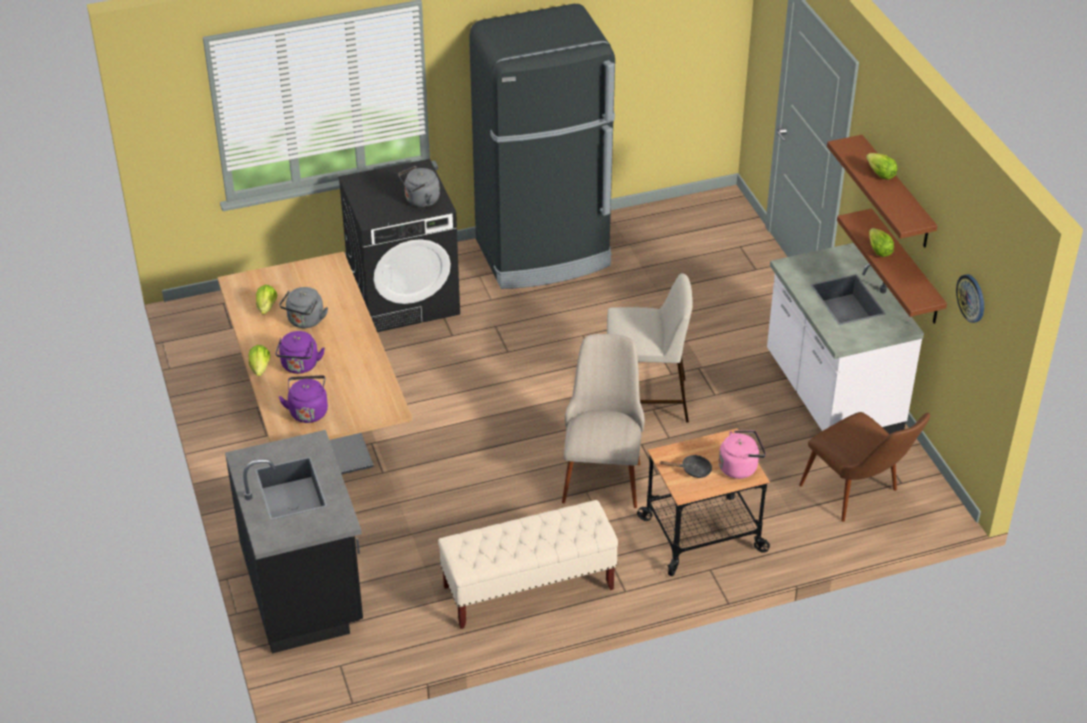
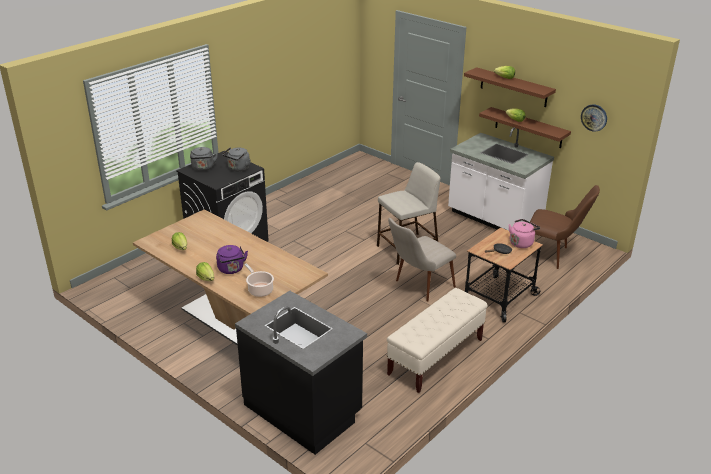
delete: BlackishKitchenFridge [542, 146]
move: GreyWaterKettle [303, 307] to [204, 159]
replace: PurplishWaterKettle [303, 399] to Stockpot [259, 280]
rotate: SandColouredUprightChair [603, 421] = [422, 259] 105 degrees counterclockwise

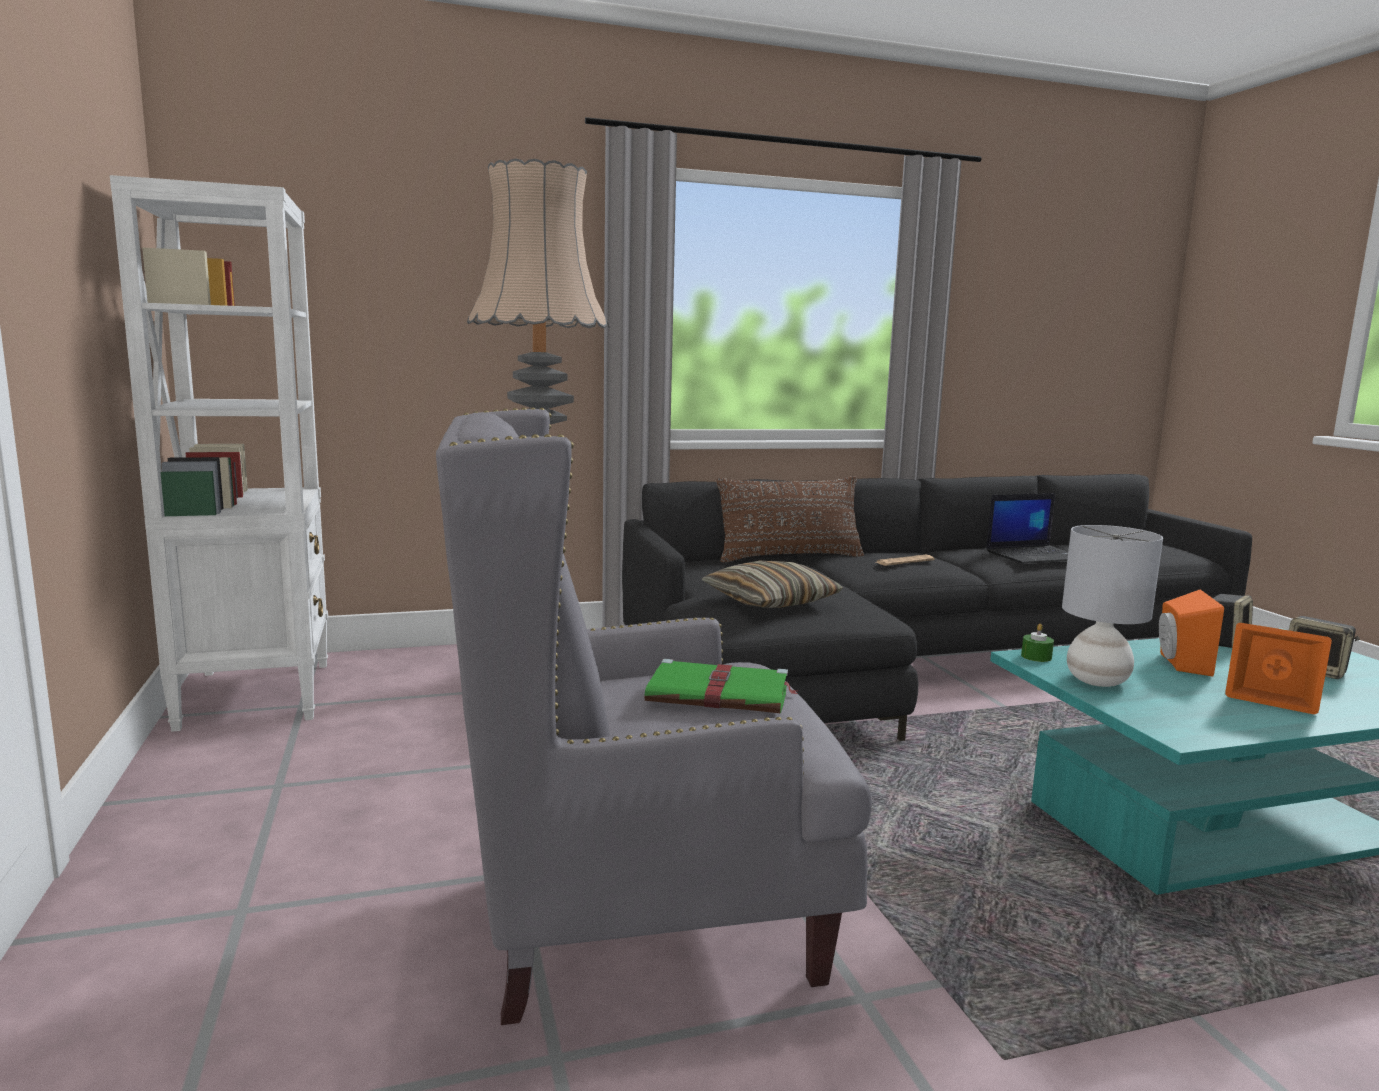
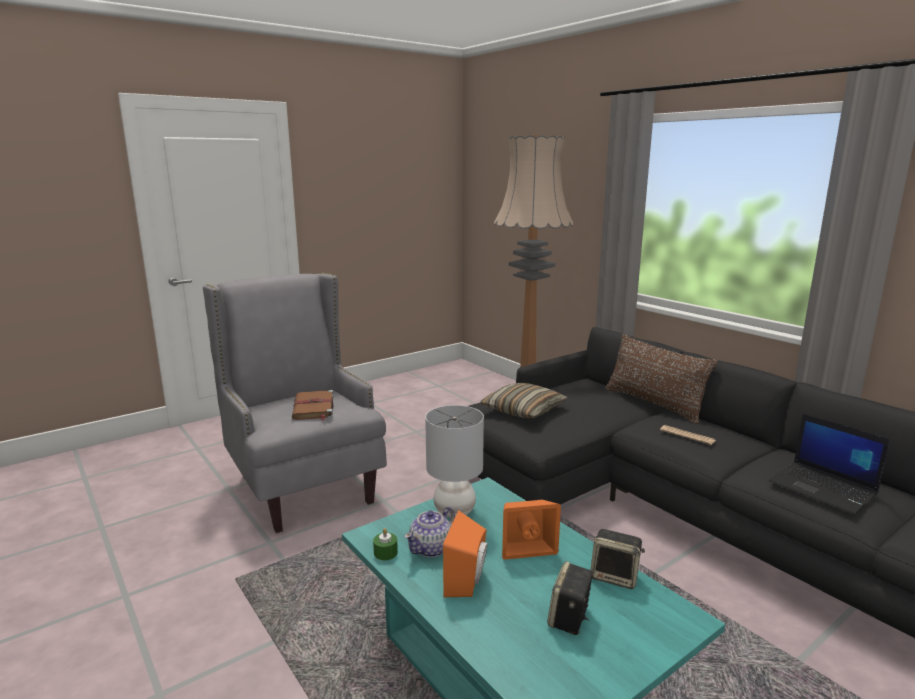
delete: WhiteColouredBookshelf [219, 453]
insert: PotForTea [429, 532]
move: GreenishCandle [1037, 643] to [385, 544]
recolor: GreenishBoundBook [720, 686] to BrownBoundBook [313, 405]

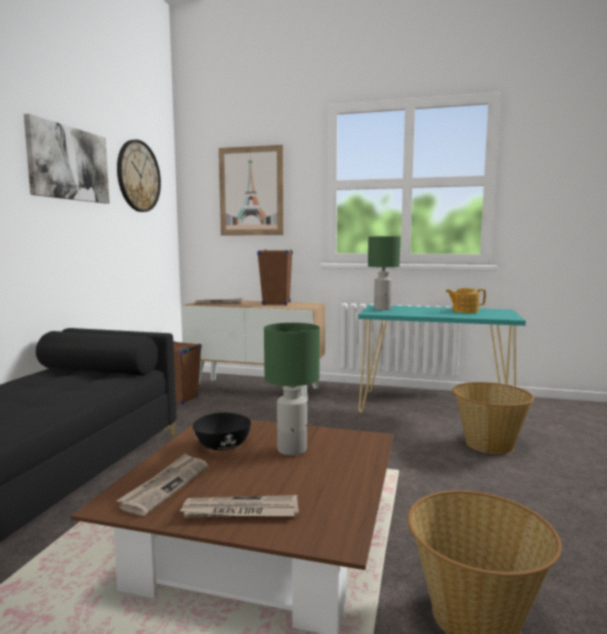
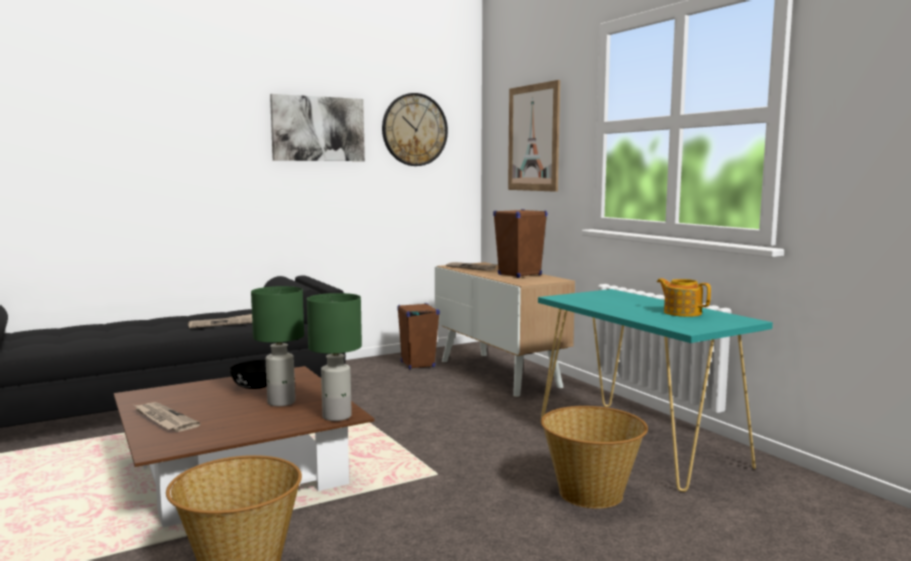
move: Newspaper [162, 484] to [220, 321]; GreenishTabletopLamp [384, 273] to [334, 357]

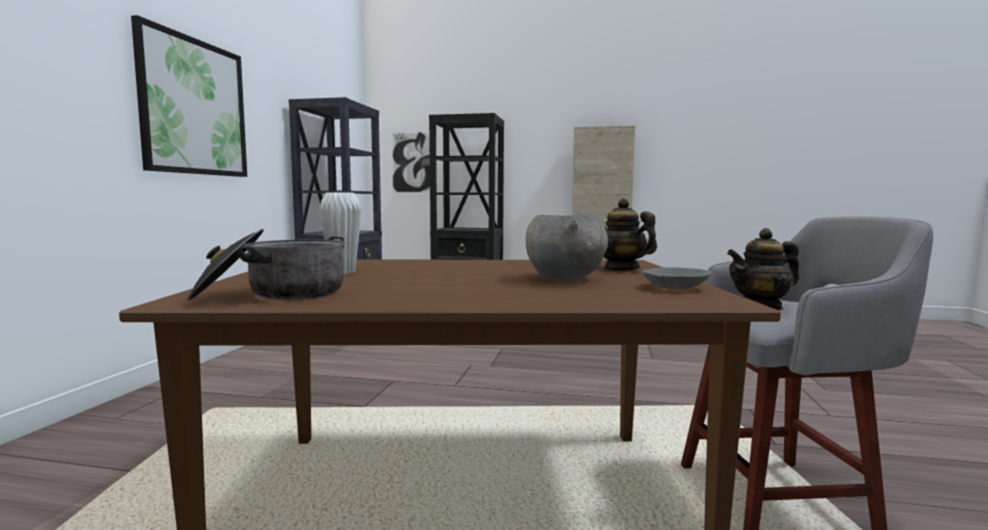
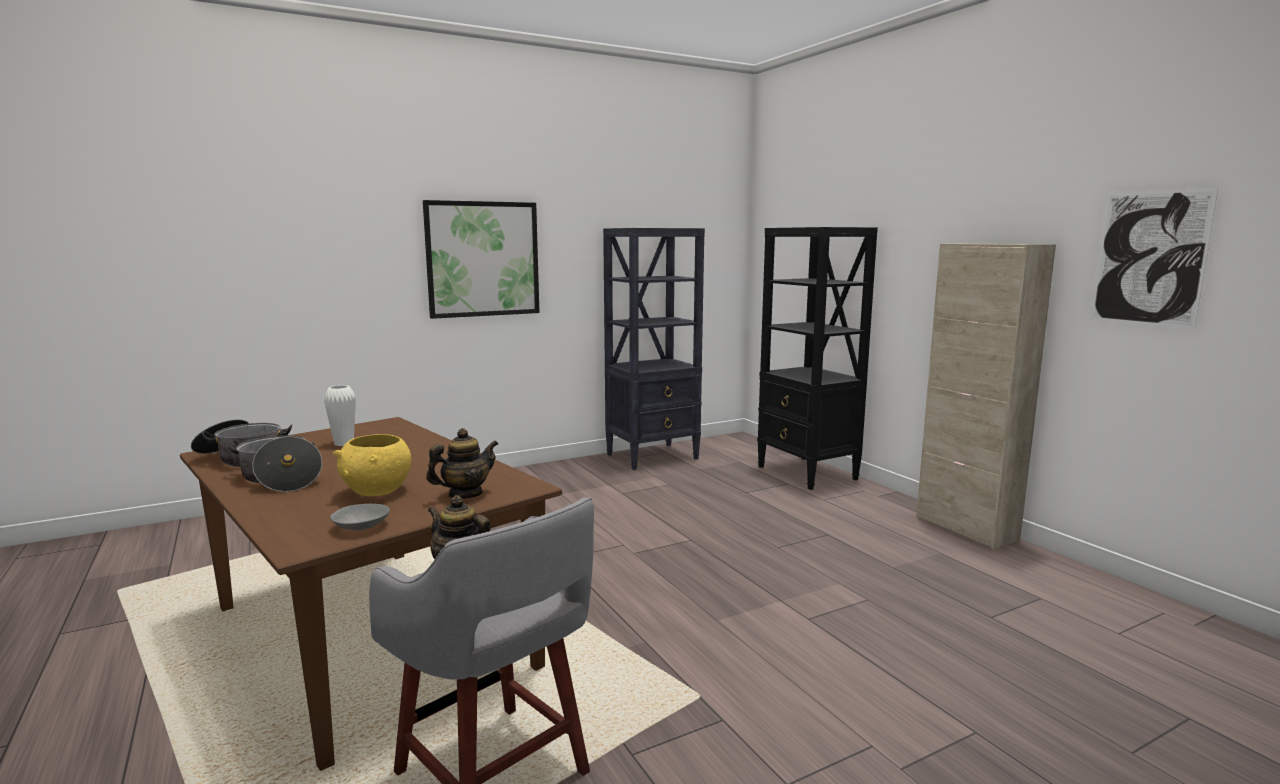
insert: Stockpot [275, 463]
move: Picture [410, 162] to [1154, 258]
recolor: GreyServingBowl [567, 247] to YellowColouredServingBowl [372, 465]
rotate: PotForTea [630, 234] = [462, 463] 45 degrees clockwise

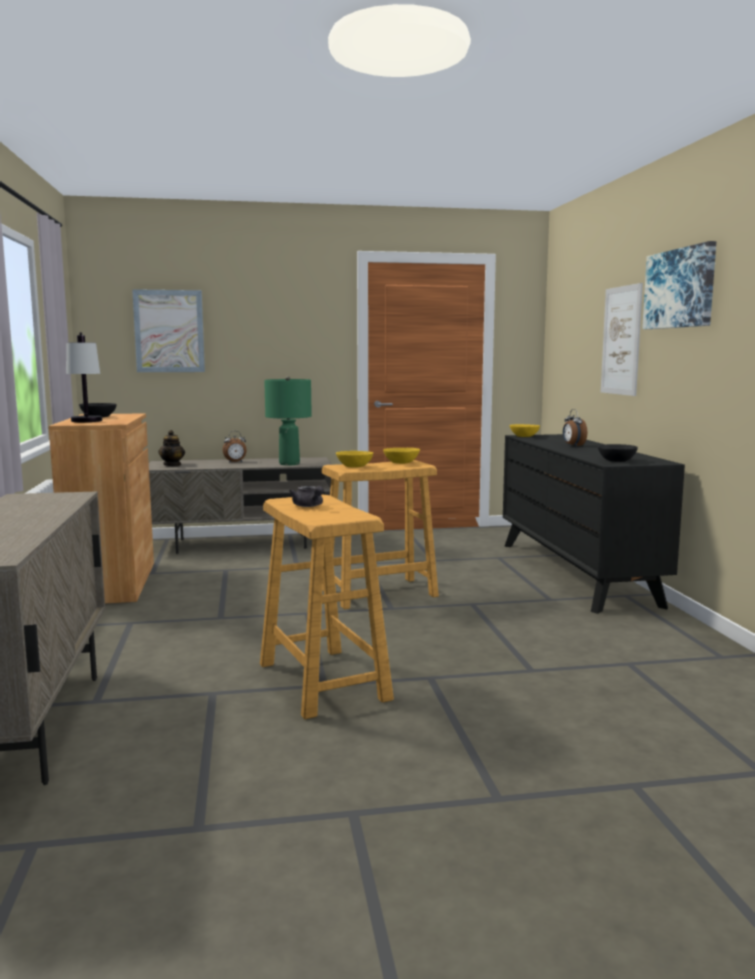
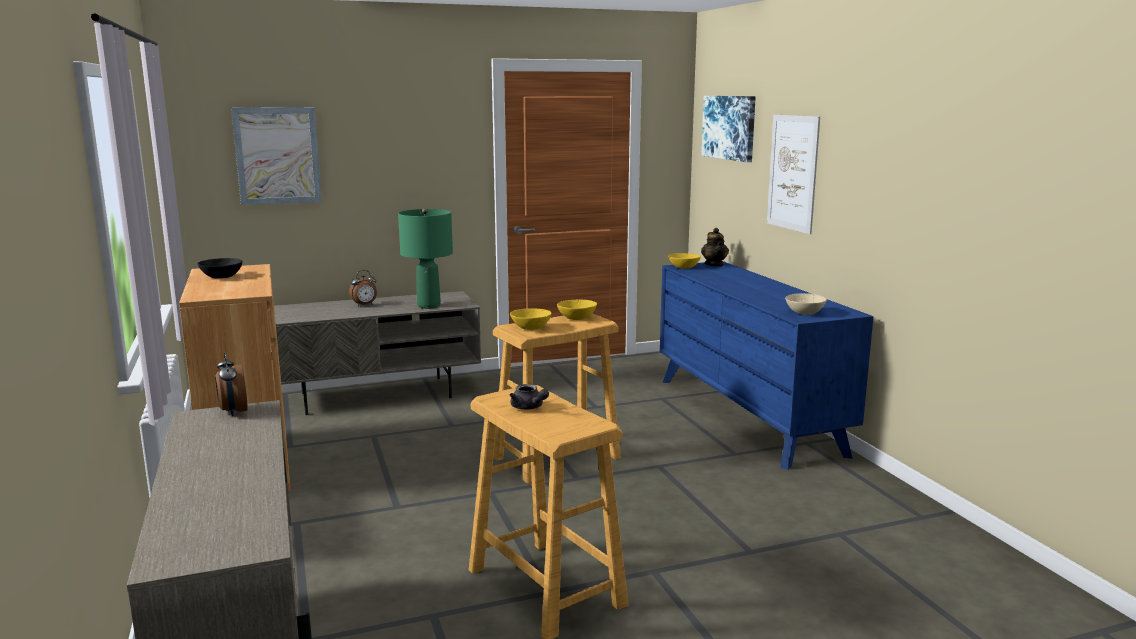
delete: TabletopLamp [84, 377]
move: PotForTea [171, 448] to [715, 247]; AlarmClock [575, 428] to [231, 383]; Picture [679, 285] to [728, 129]
recolor: BlackishDrawerChest [594, 524] to BlueDrawerChest [767, 365]; BlackishServingBowl [618, 453] to SandColouredServingBowl [806, 304]

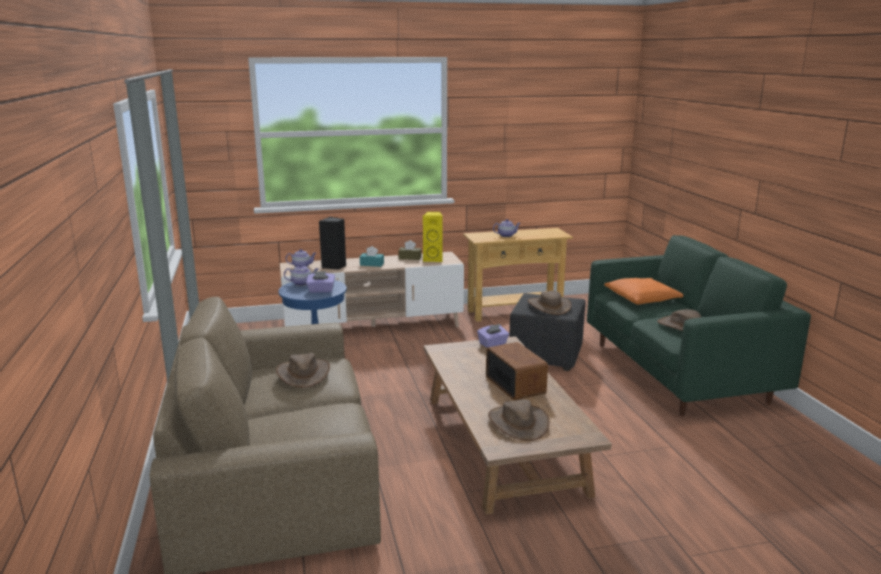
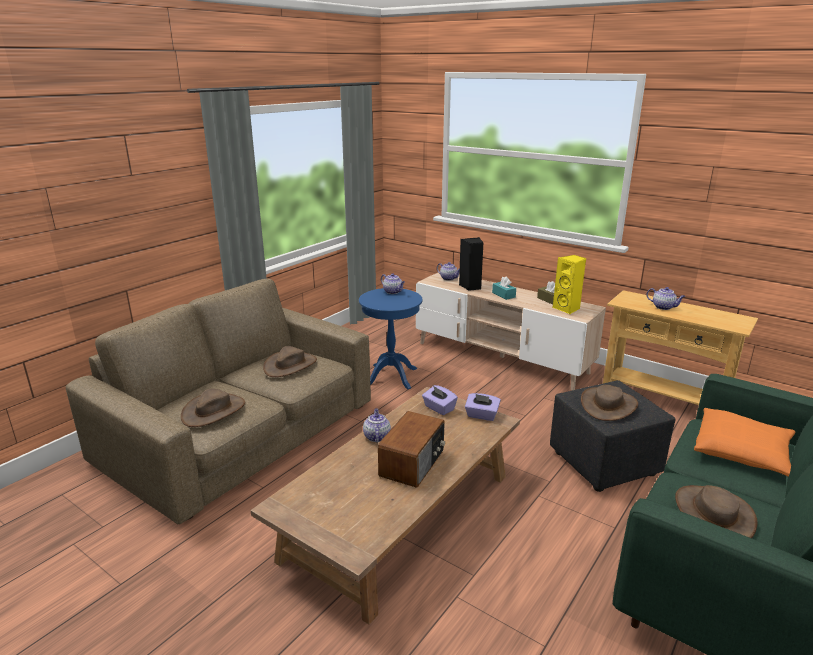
insert: PotForTea [377, 425]
move: PurplishTissueHolder [320, 282] to [440, 400]; BrownClothingHat [518, 420] to [213, 408]

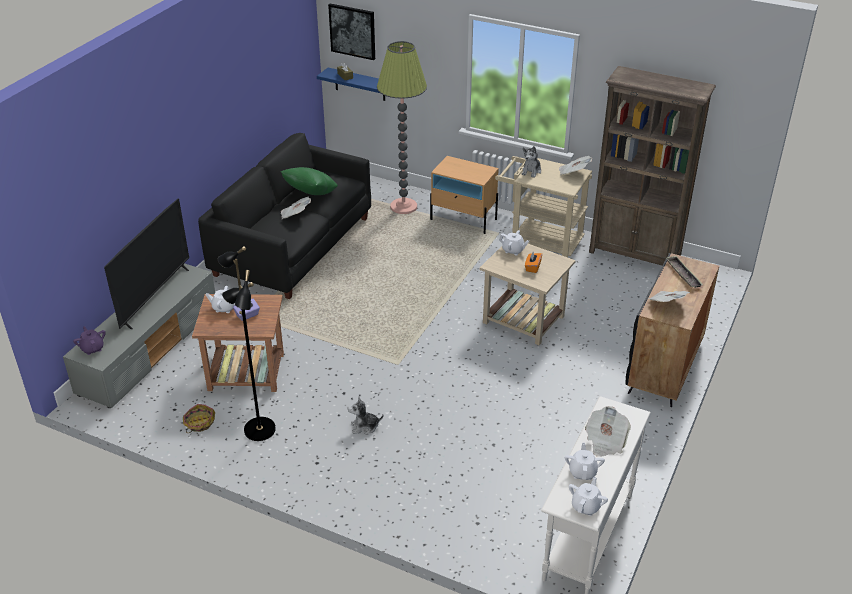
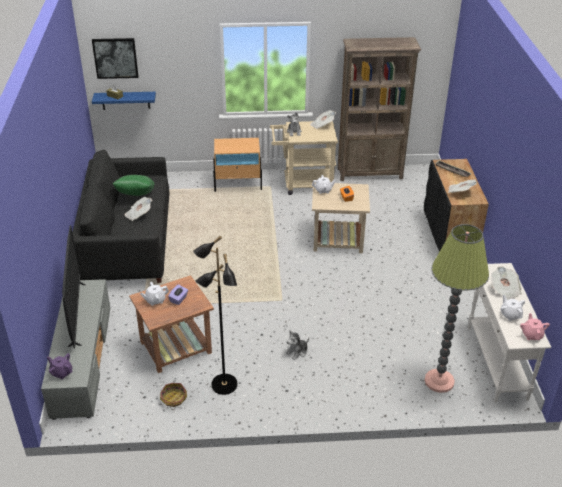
move: StandardLamp [402, 127] to [456, 308]
recolor: WhiteColouredPotForTea [588, 496] to PinkPotForTea [535, 326]

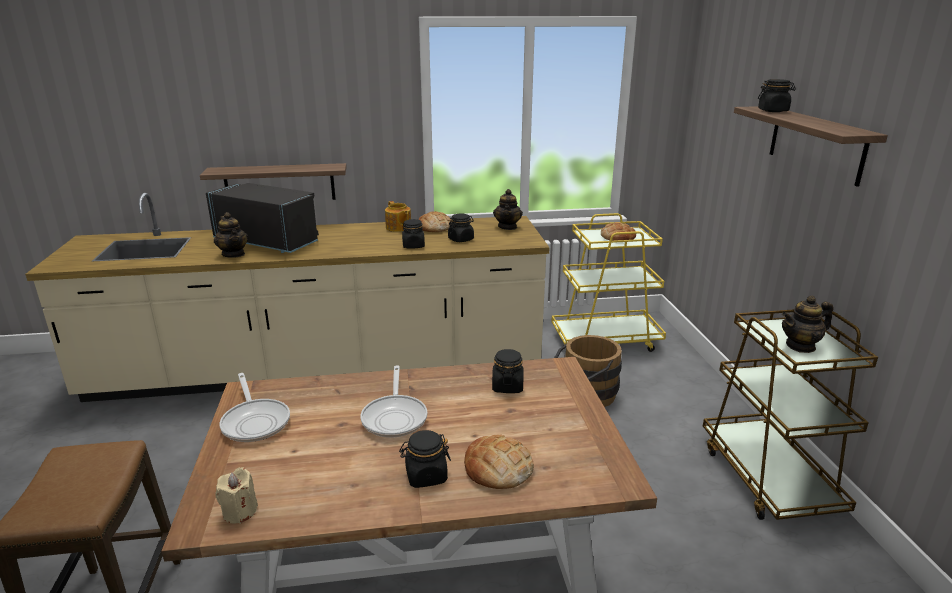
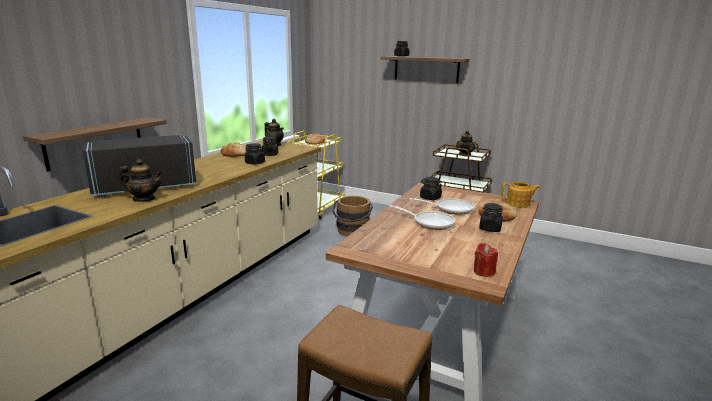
move: Skillet [254, 407] to [442, 206]; PotForTea [398, 216] to [520, 195]
recolor: SandColouredCandle [237, 495] to RedColouredCandle [486, 260]

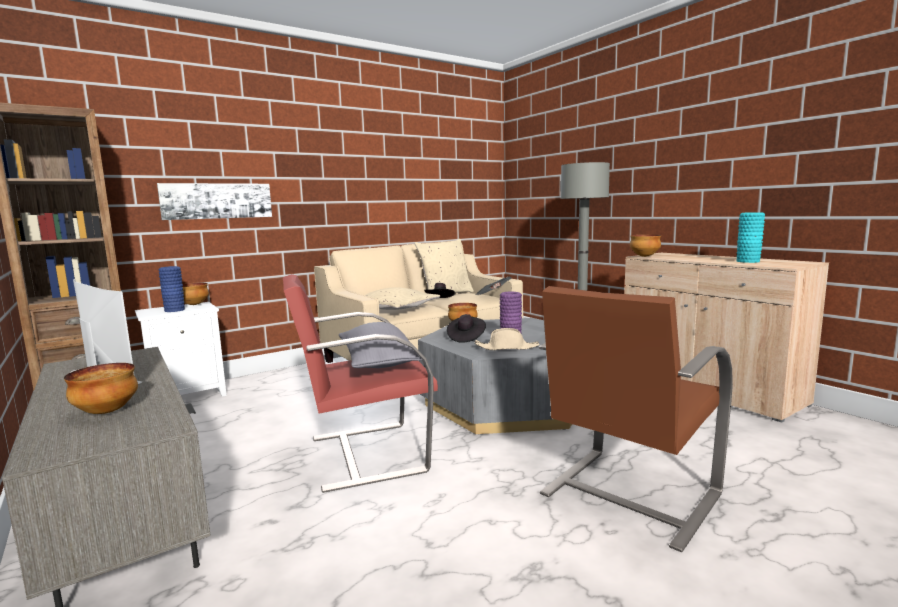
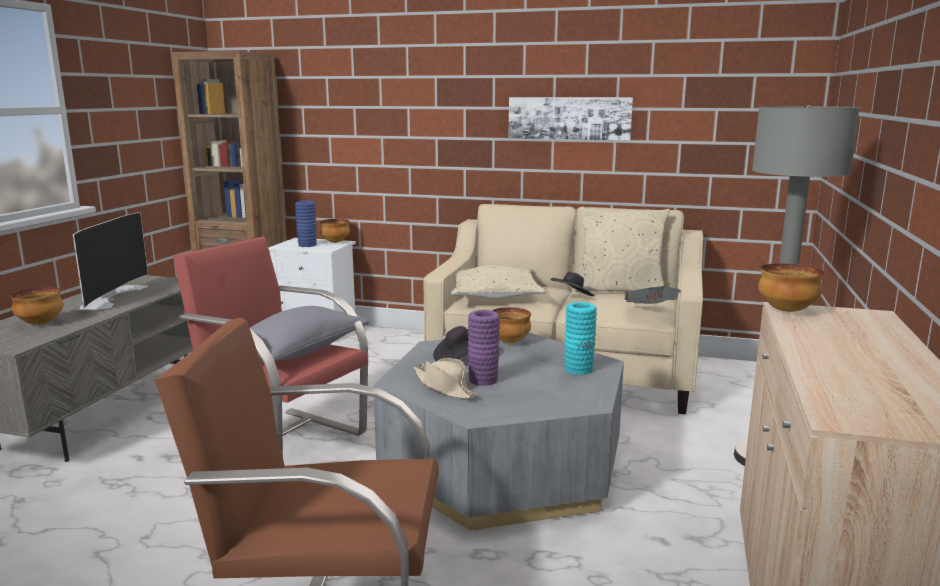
move: Picture [214, 201] to [571, 118]; TurquoiseColouredDecorativeVase [750, 237] to [581, 338]

